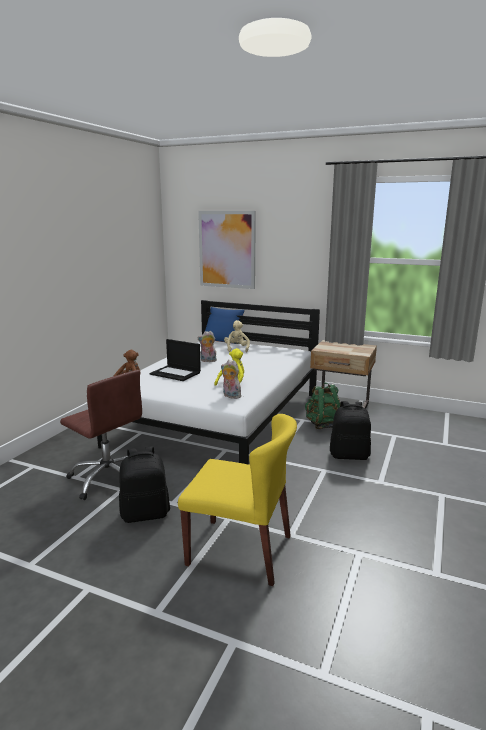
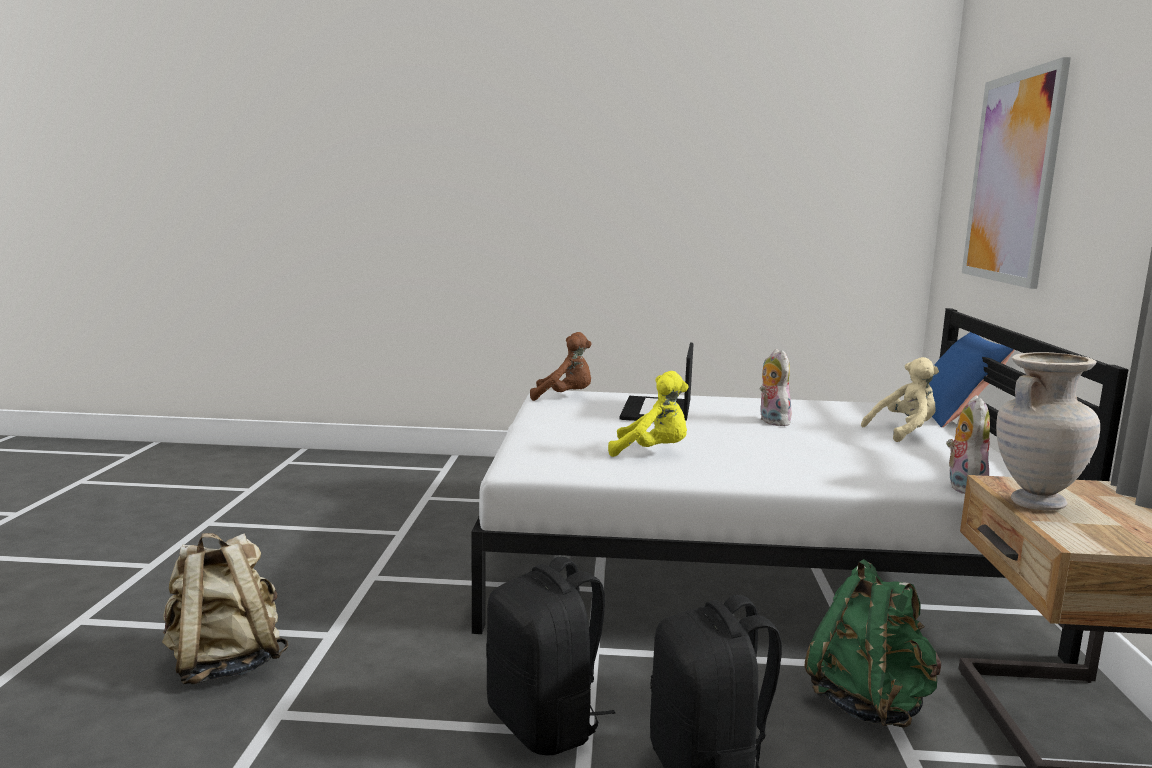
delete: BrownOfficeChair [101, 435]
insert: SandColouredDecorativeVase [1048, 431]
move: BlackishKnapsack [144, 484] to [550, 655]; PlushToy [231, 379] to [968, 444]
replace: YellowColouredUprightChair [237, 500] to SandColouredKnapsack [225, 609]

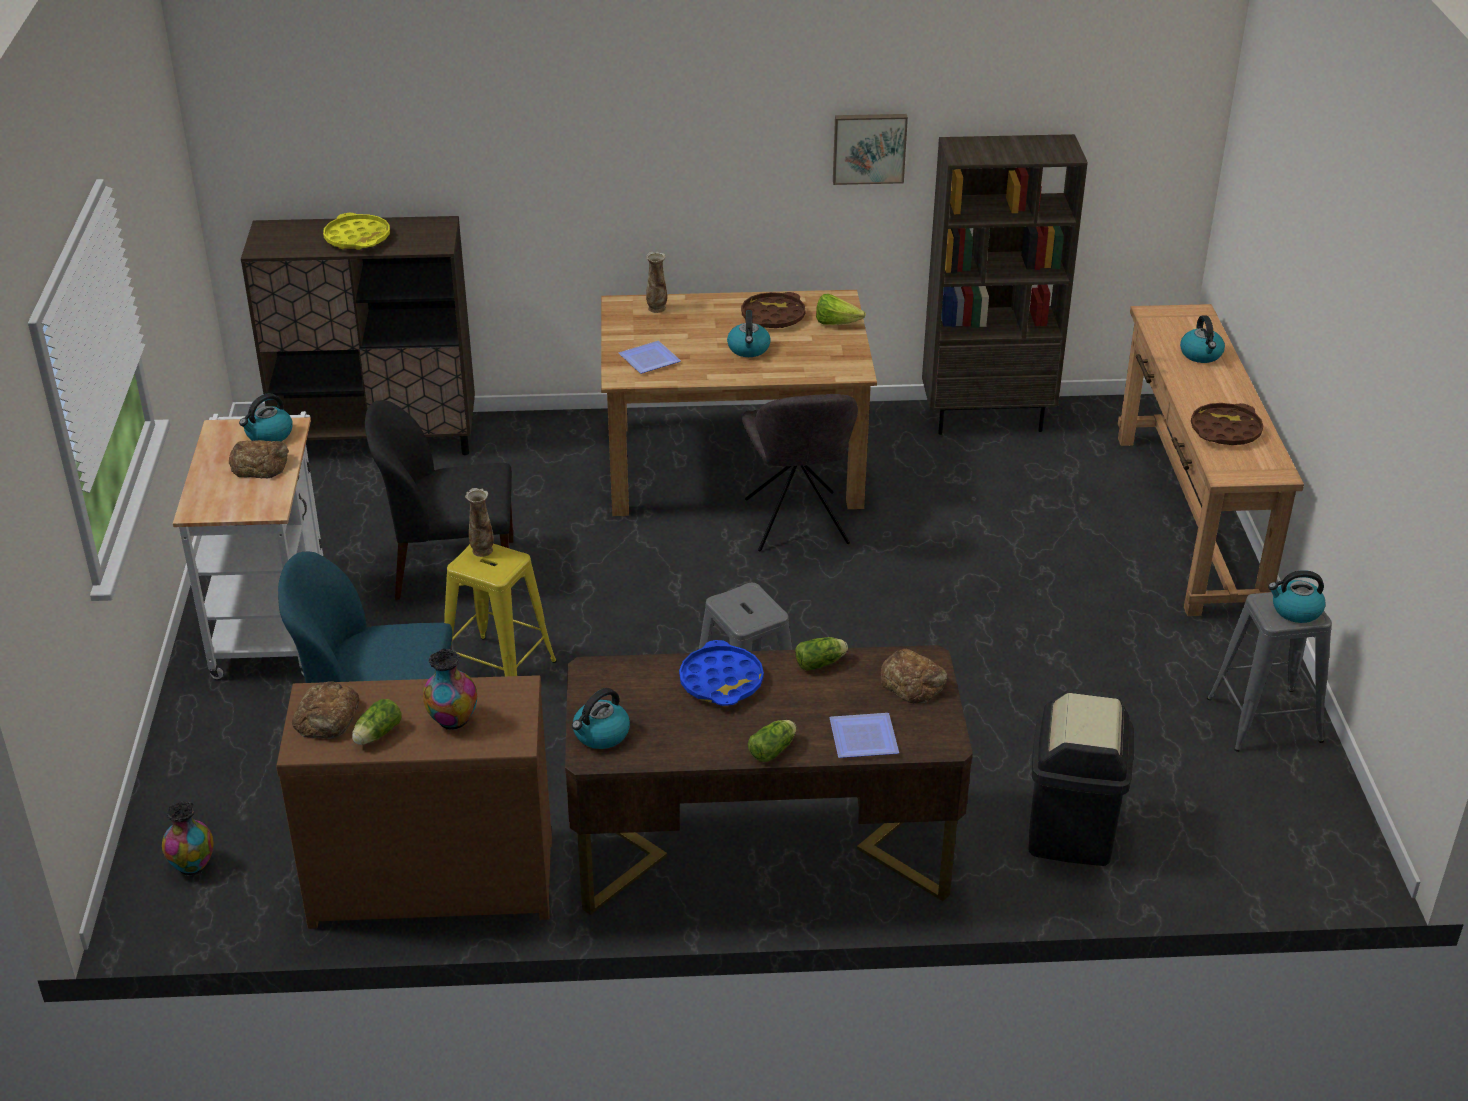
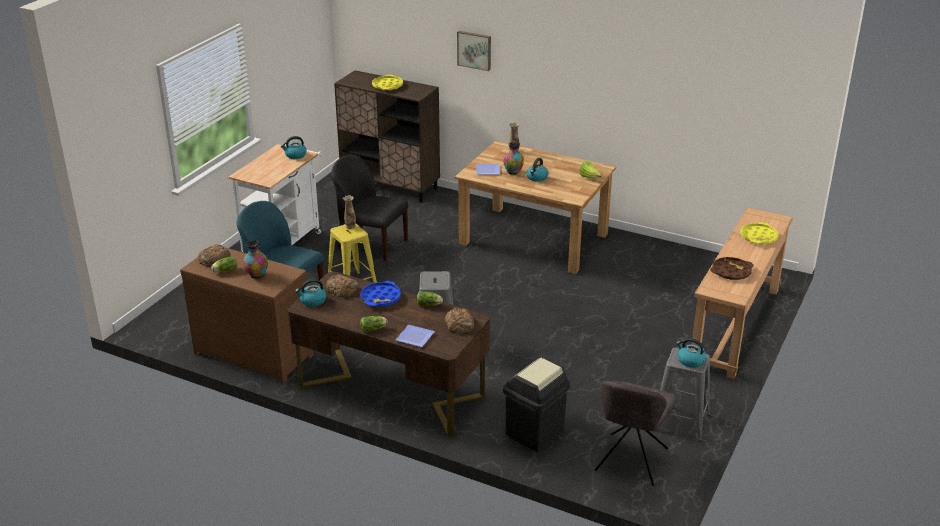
delete: BrownServingTray [773, 310]; BrownBookshelf [1005, 284]
move: DecorativeVase [188, 838] to [513, 158]; Bread [259, 459] to [342, 285]; GreyUprightChair [800, 473] to [635, 433]; Picture [870, 149] to [474, 51]
replace: WaterKettle [1202, 339] to YellowColouredServingTray [760, 233]

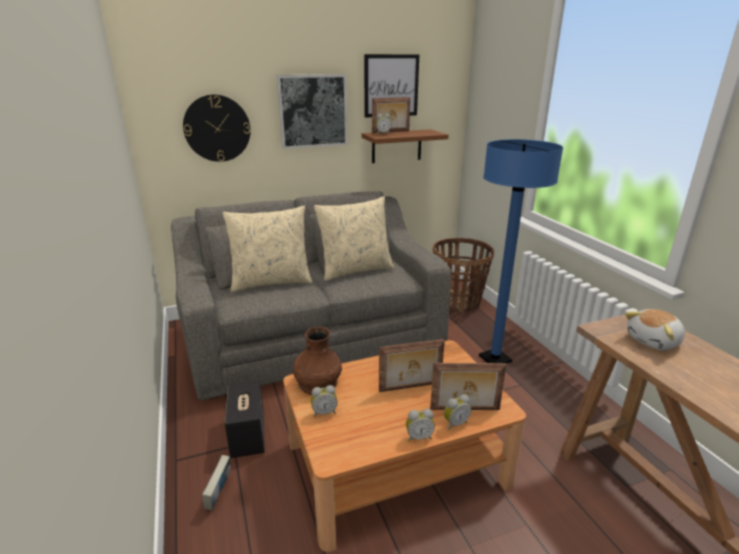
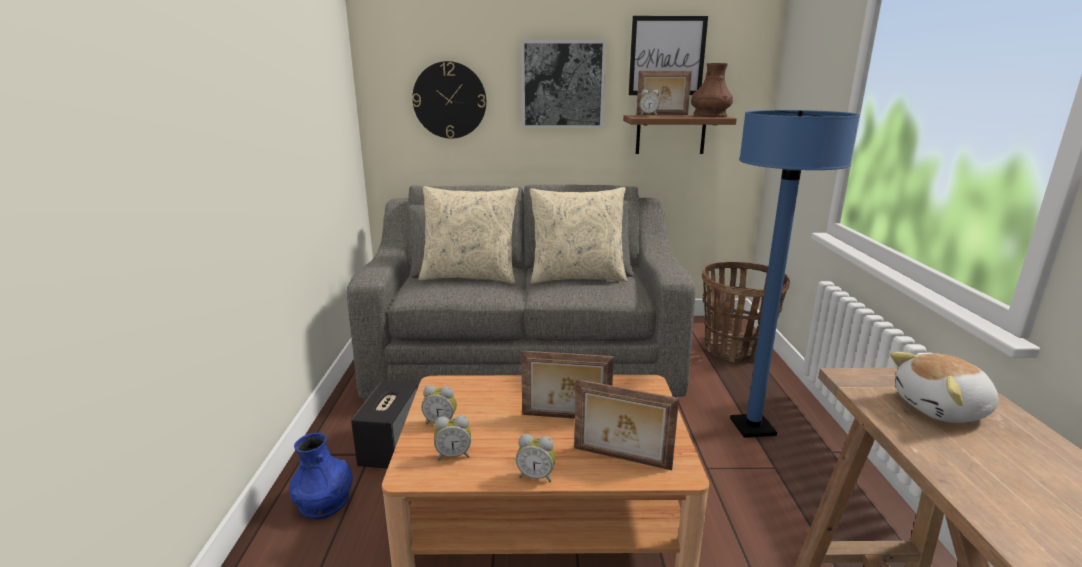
move: BrownDecorativeVase [317, 361] to [712, 90]; AlarmClock [457, 412] to [452, 437]
replace: BoundBook [216, 483] to BlueDecorativeVase [321, 476]

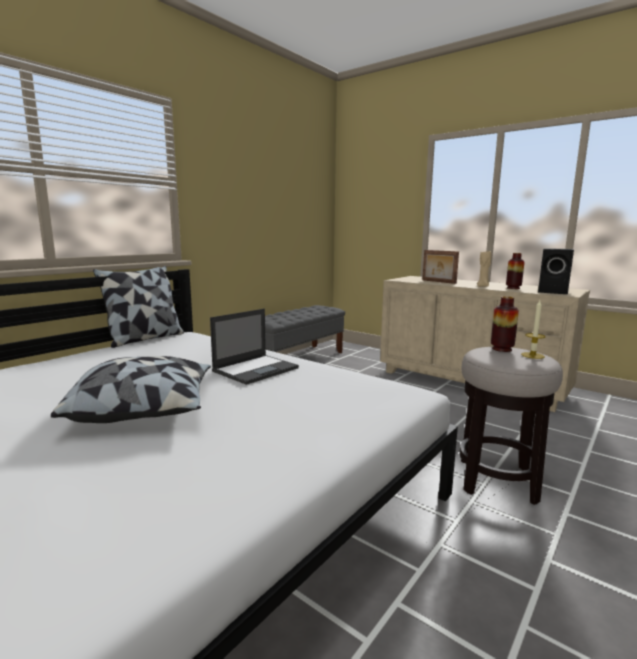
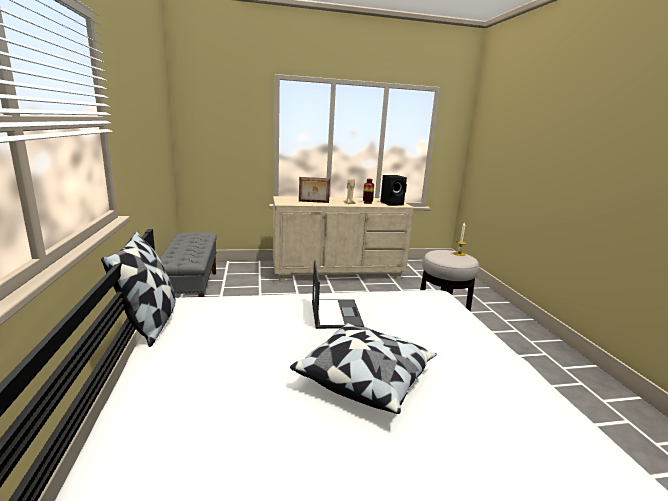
delete: DecorativeVase [505, 324]

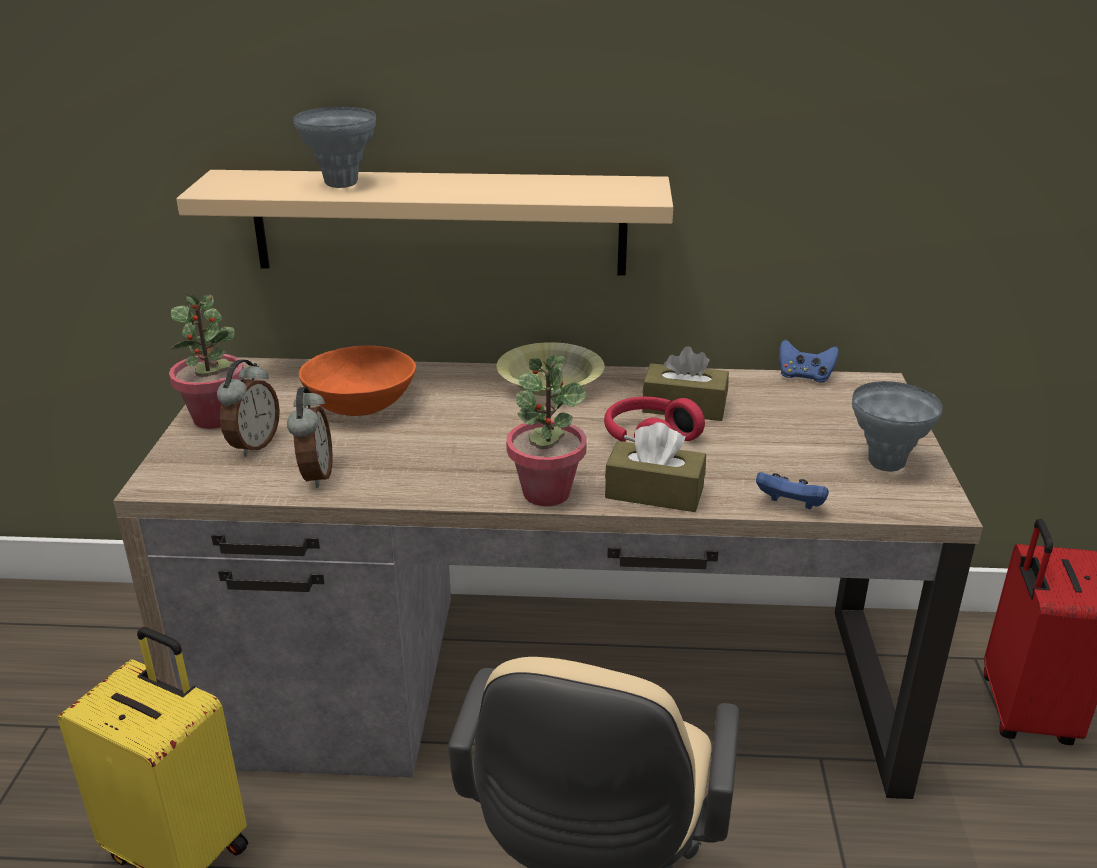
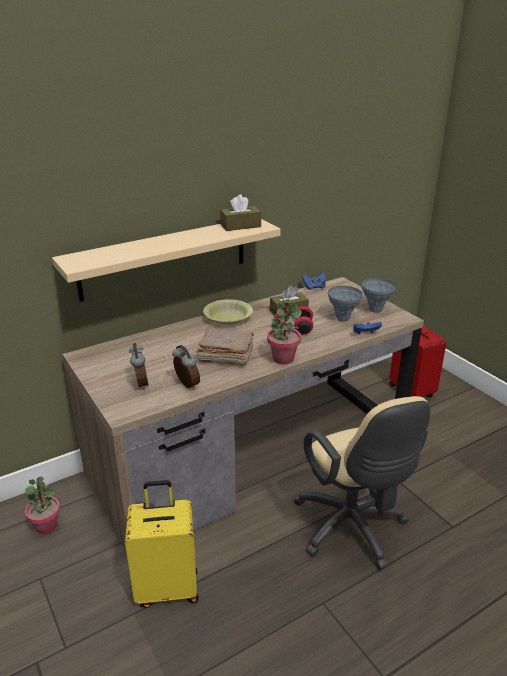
delete: OrangeyServingBowl [357, 380]
insert: BrownBoundBook [225, 347]
move: PottedPlant [206, 361] to [42, 505]; GreyDecorativeVase [334, 147] to [345, 303]; BrownTissueHolder [655, 467] to [240, 212]

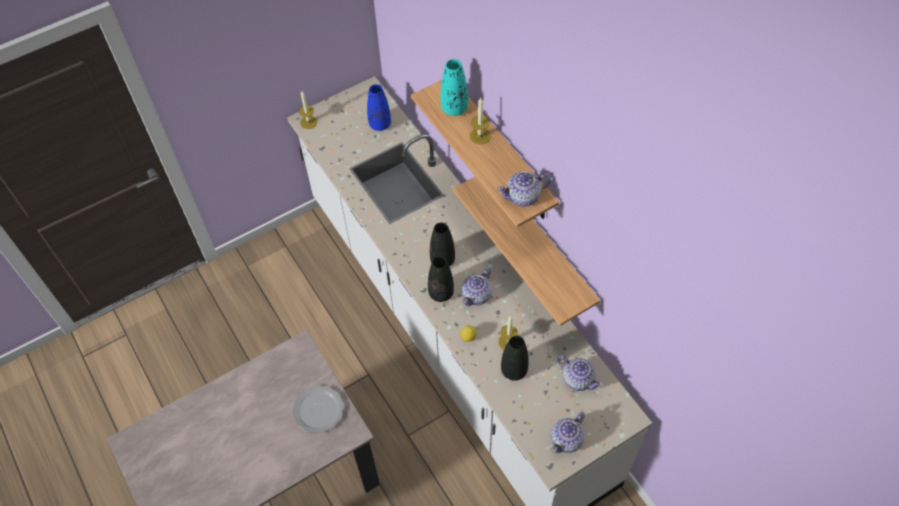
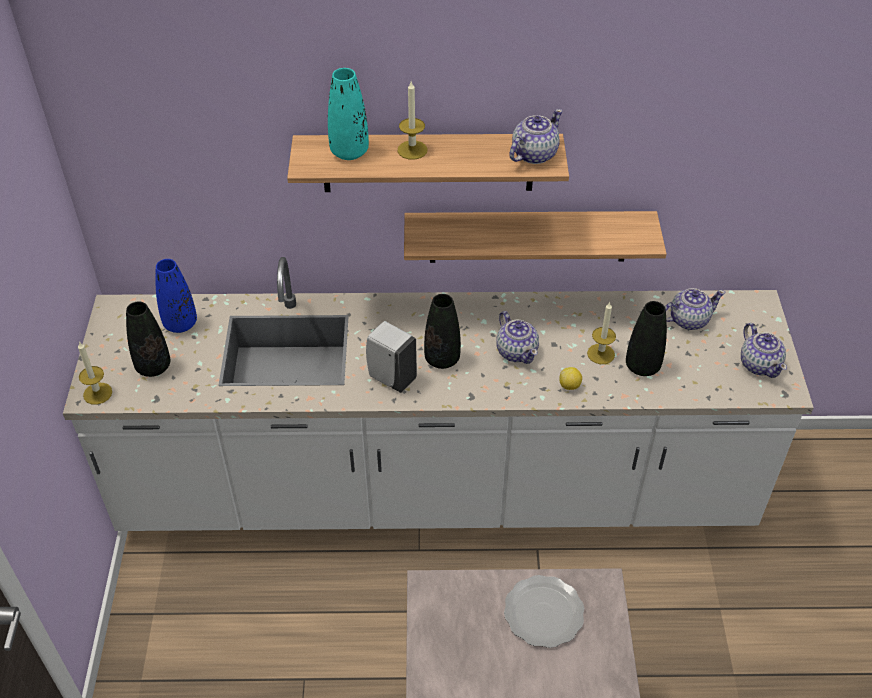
insert: WhiteColouredSoapDispenser [391, 357]
move: BlackishDecorativeVase [441, 279] to [148, 339]
rotate: PotForTea [524, 189] = [536, 136] 150 degrees counterclockwise

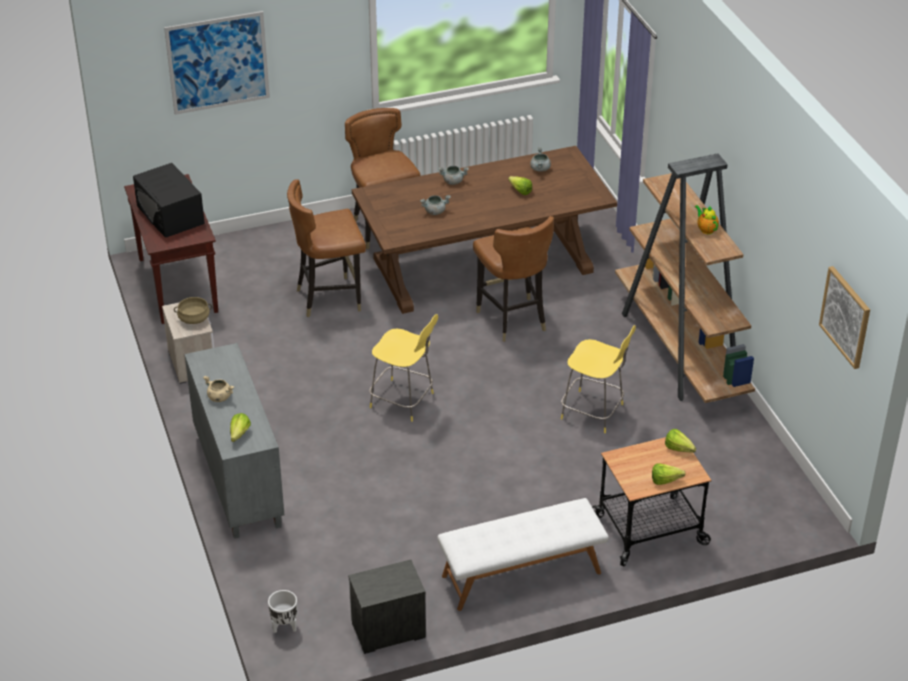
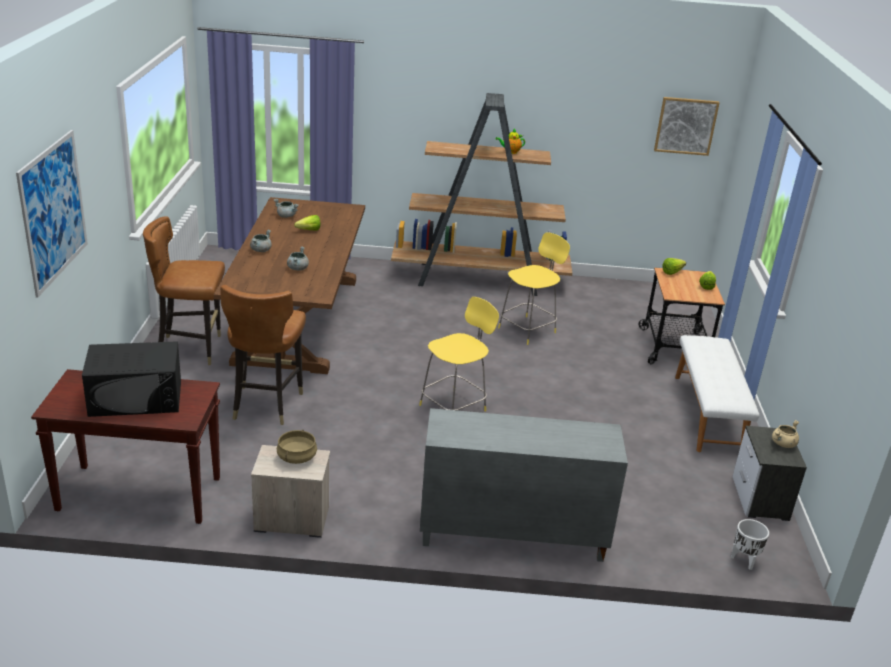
delete: Lettuce [240, 427]; BrownUprightChair [513, 279]
move: SandColouredStockpot [218, 389] to [785, 434]

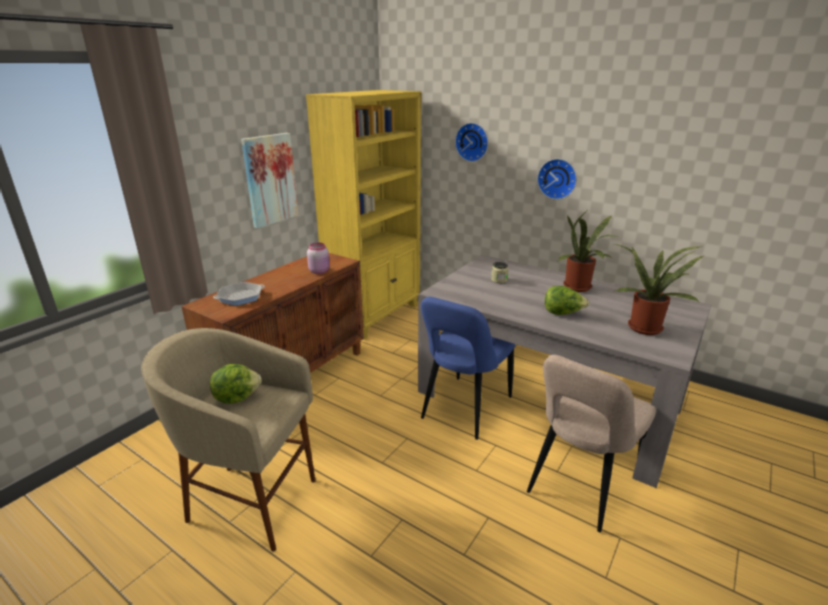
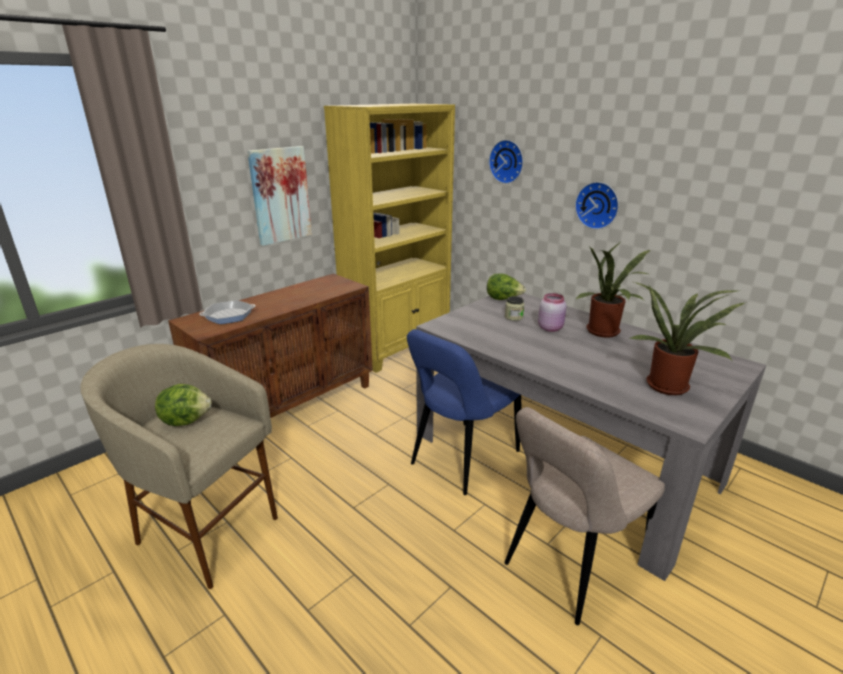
move: PinkPreserveJar [318, 258] to [552, 312]; Lettuce [567, 300] to [506, 287]

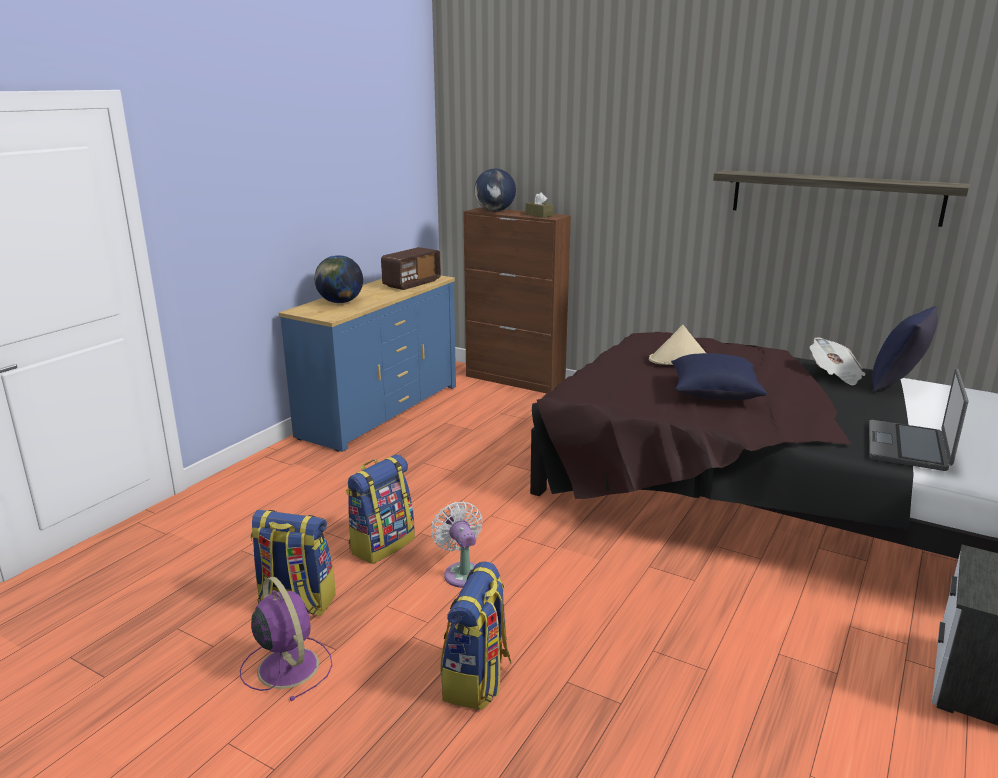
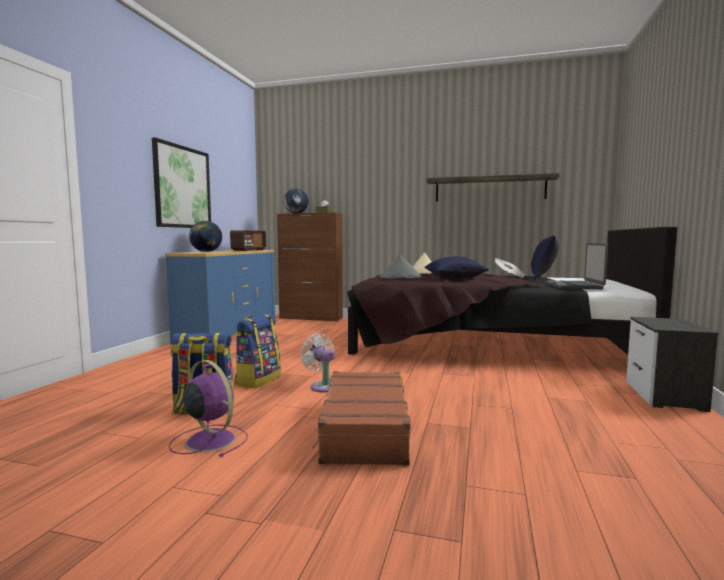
insert: Picture [181, 183]; GreyClothingHat [400, 266]
replace: Knapsack [475, 635] to BrownTravelCase [361, 418]

